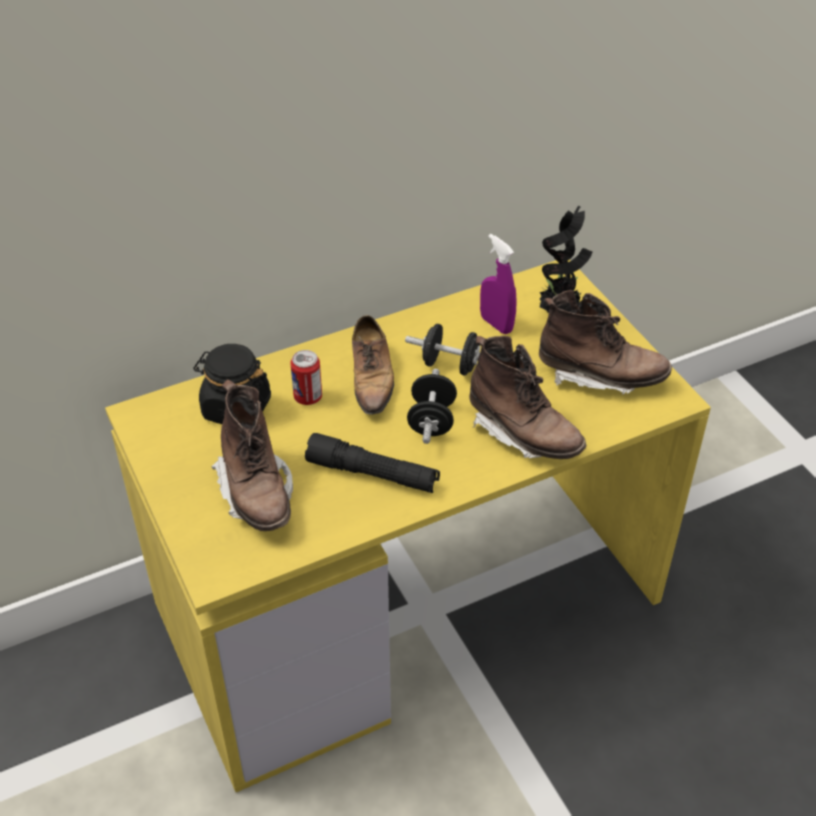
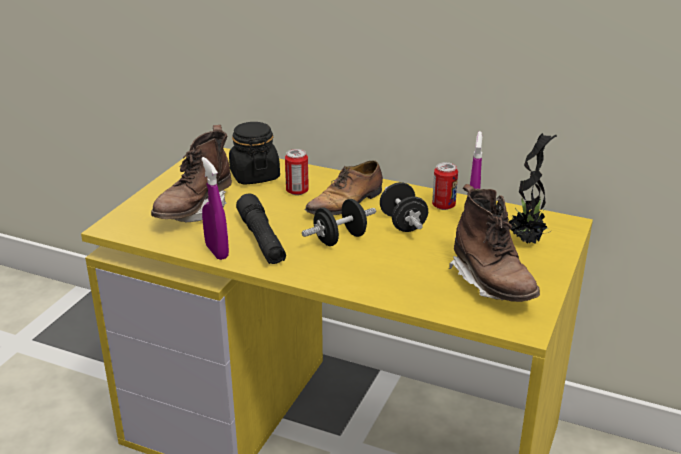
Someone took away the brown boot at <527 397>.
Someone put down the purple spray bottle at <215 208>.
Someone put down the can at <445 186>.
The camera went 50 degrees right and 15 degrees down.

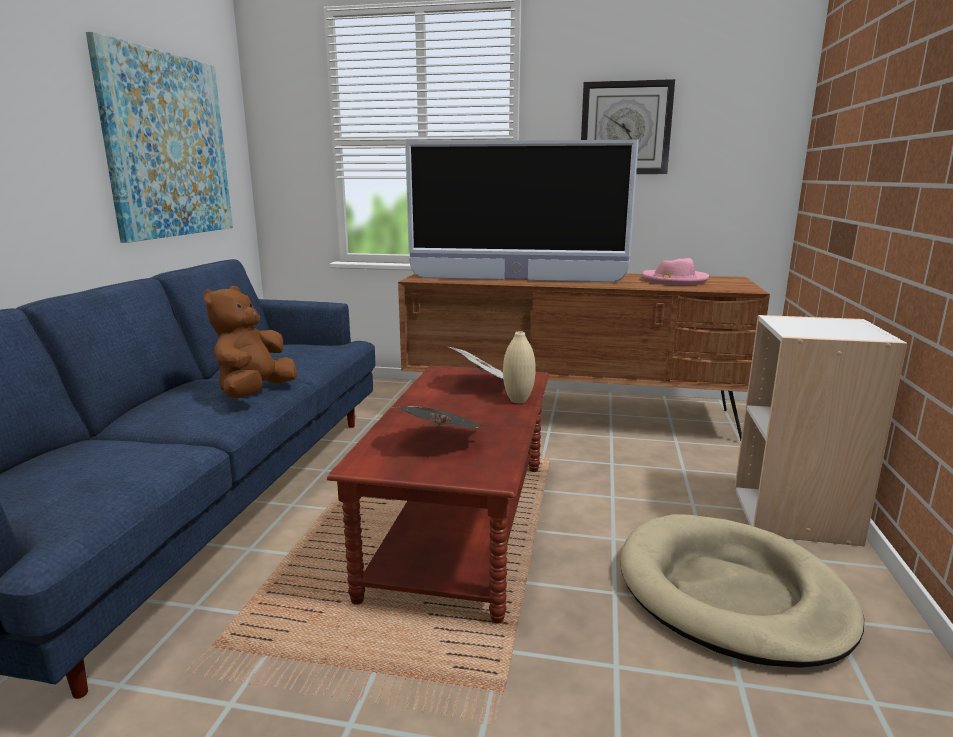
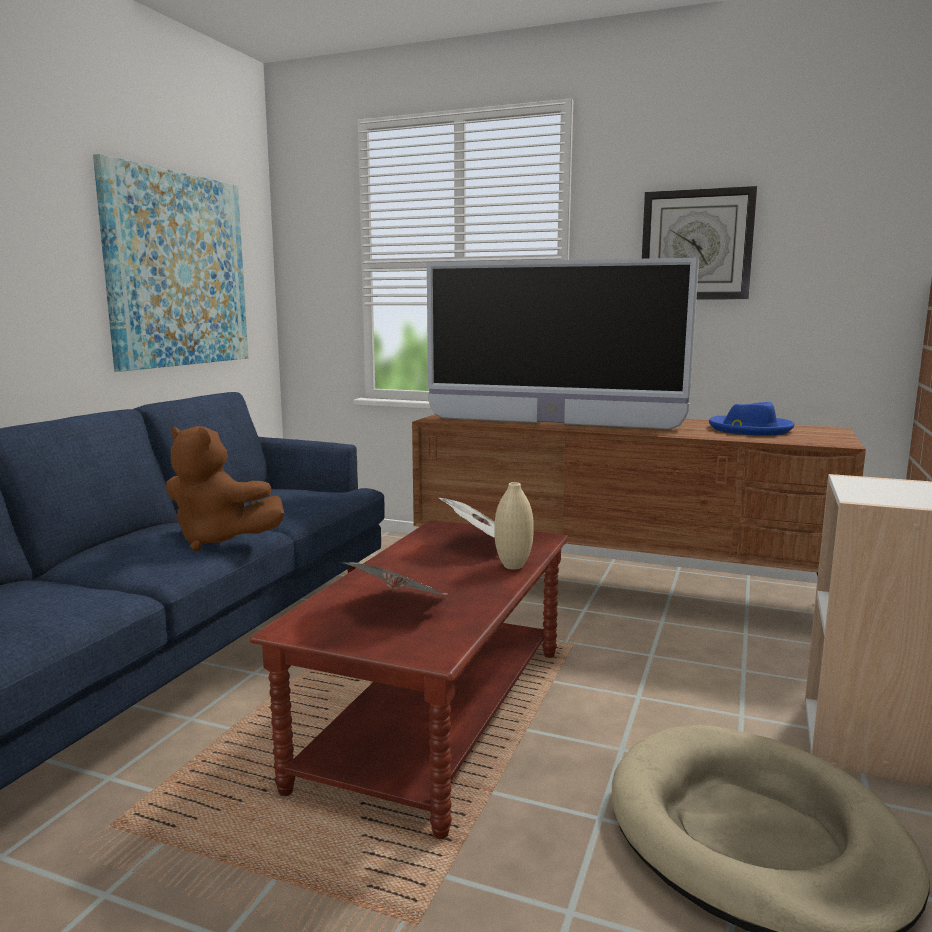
Someone repainted the pink hat at <675 271>, which became the blue hat at <751 419>.
Someone rotated the brown plush toy at <250 342> by 90 degrees counterclockwise.
The camera went 10 degrees right and 5 degrees down.

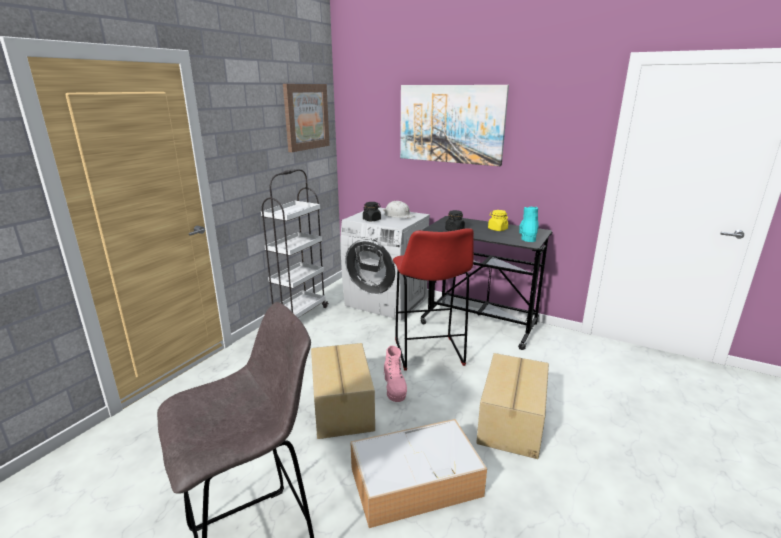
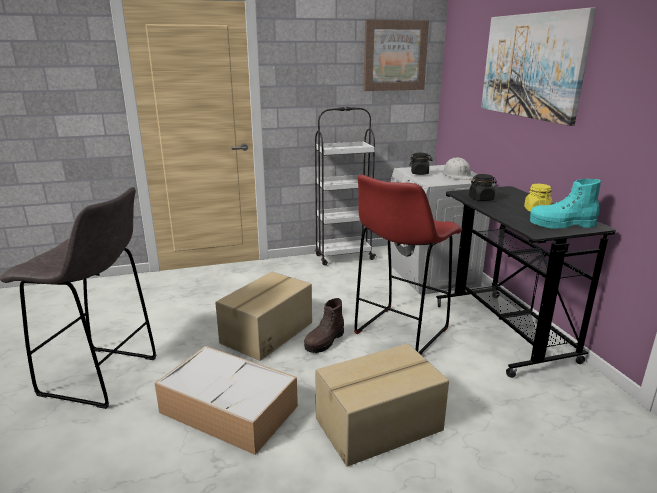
Someone rotated the turquoise boot at <529 224> by 150 degrees counterclockwise.
Someone repainted the pink boot at <395 374>, which became the brown boot at <324 325>.
The camera went 45 degrees right and 0 degrees up.

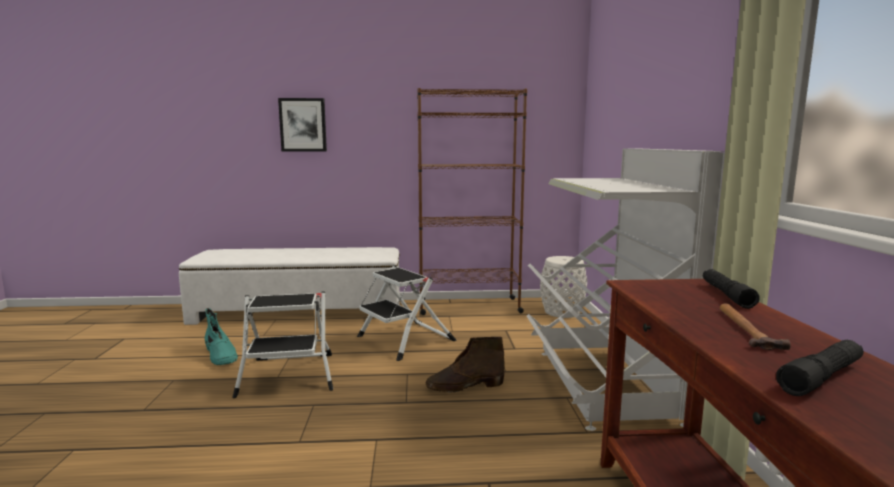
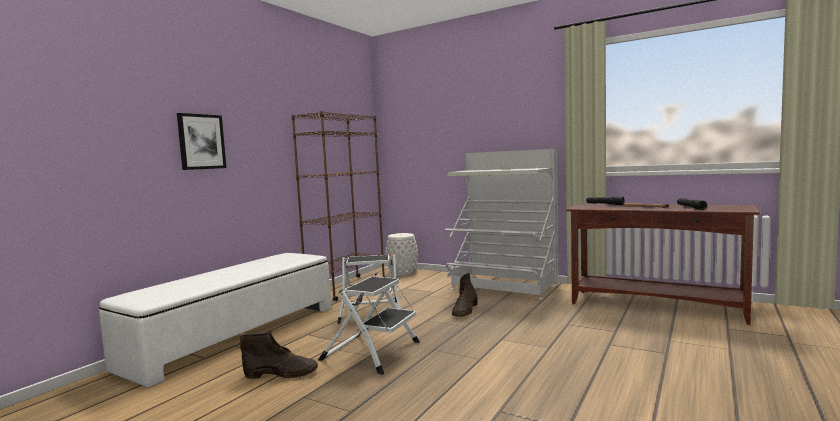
Someone repainted the turquoise boot at <221 336>, which became the brown boot at <279 355>.
The camera went 55 degrees left and 5 degrees down.

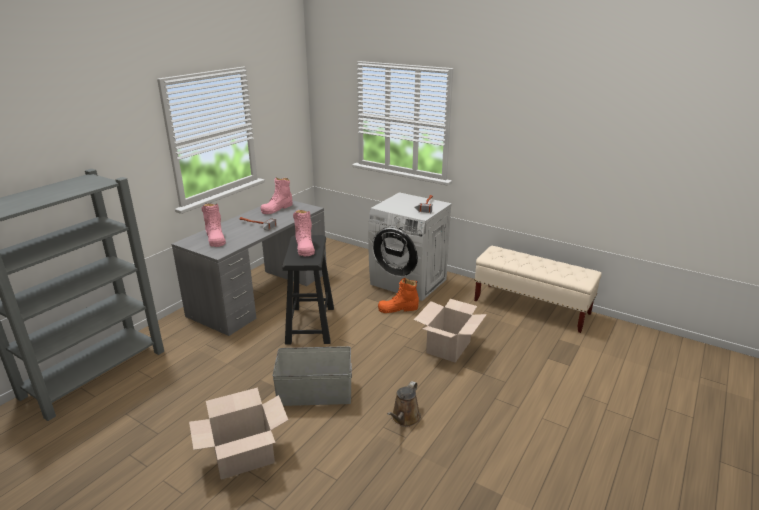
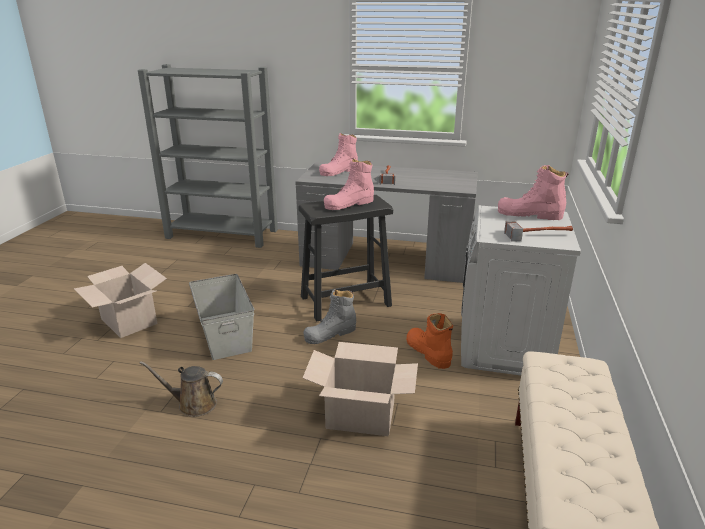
Someone carried the pink boot from <276 196> to <533 192>.
Someone put down the grey boot at <329 316>.
The camera went 70 degrees right and 0 degrees up.

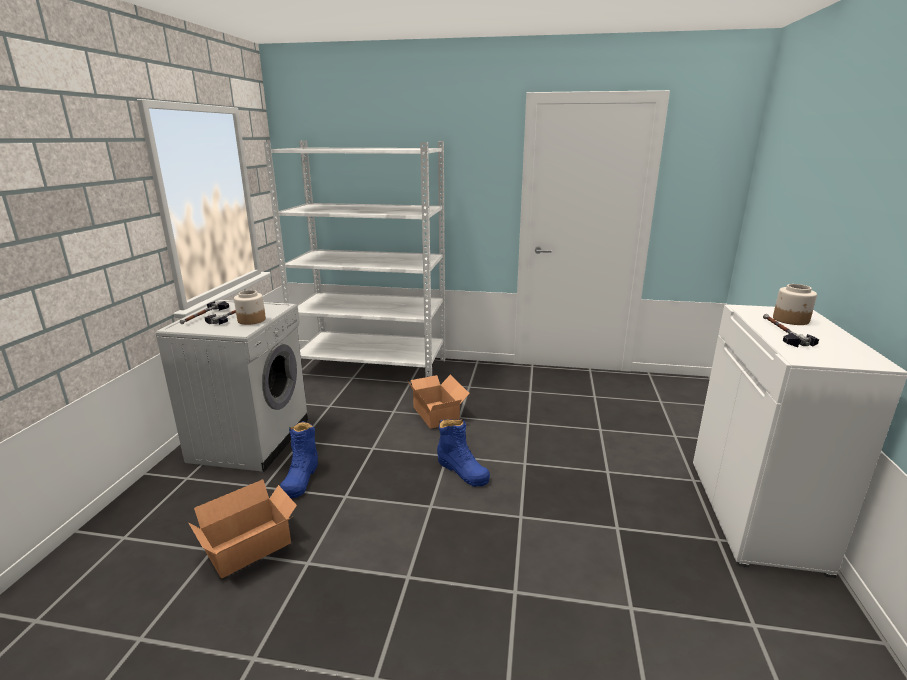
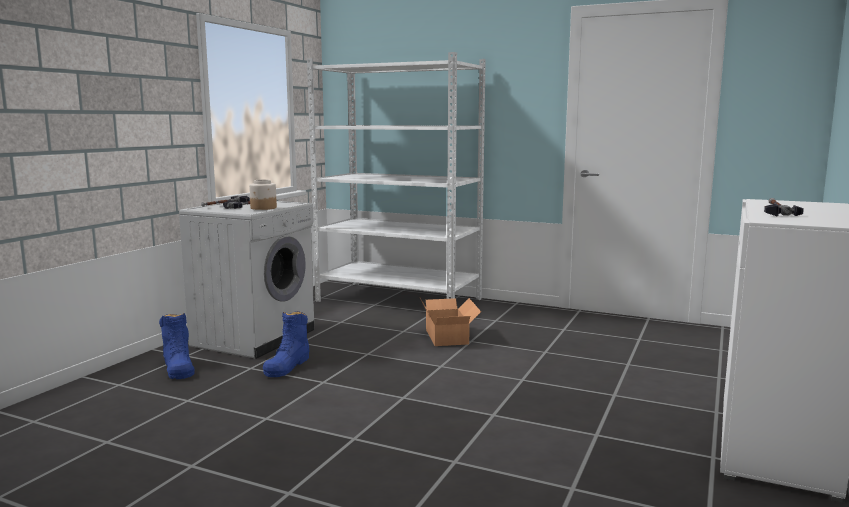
Someone took away the jar at <795 304>.
Someone carried the blue boot from <463 453> to <177 346>.
Someone took away the cardboard box at <243 528>.
The camera went 15 degrees right and 10 degrees down.

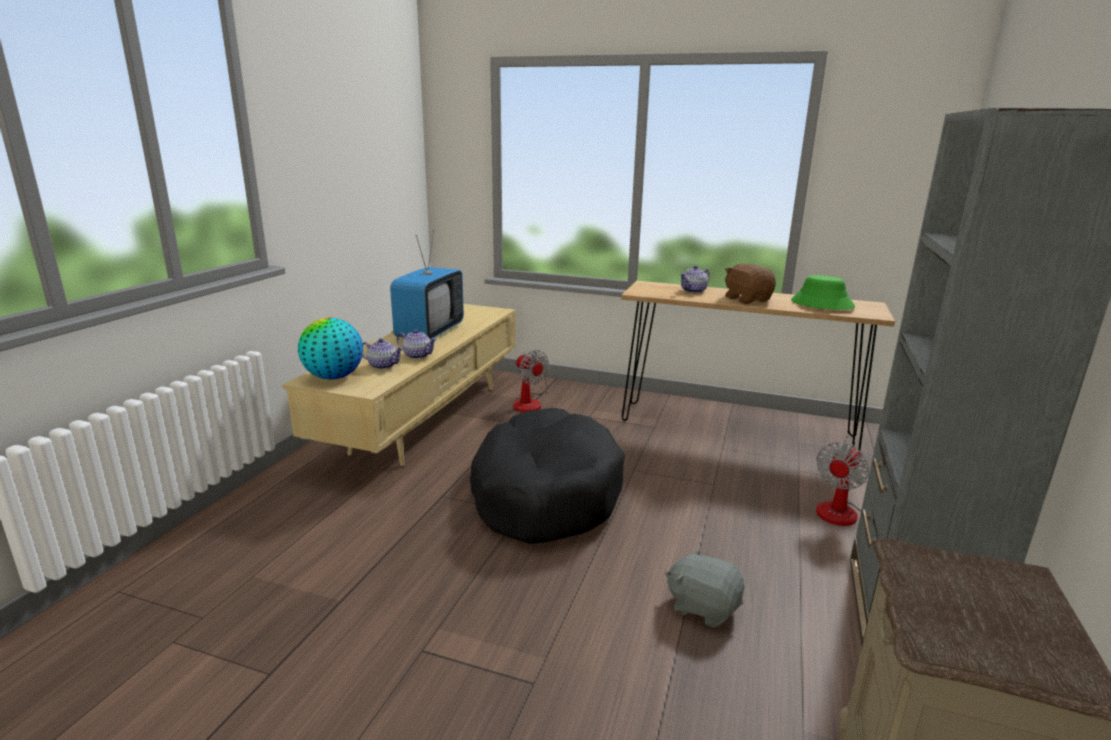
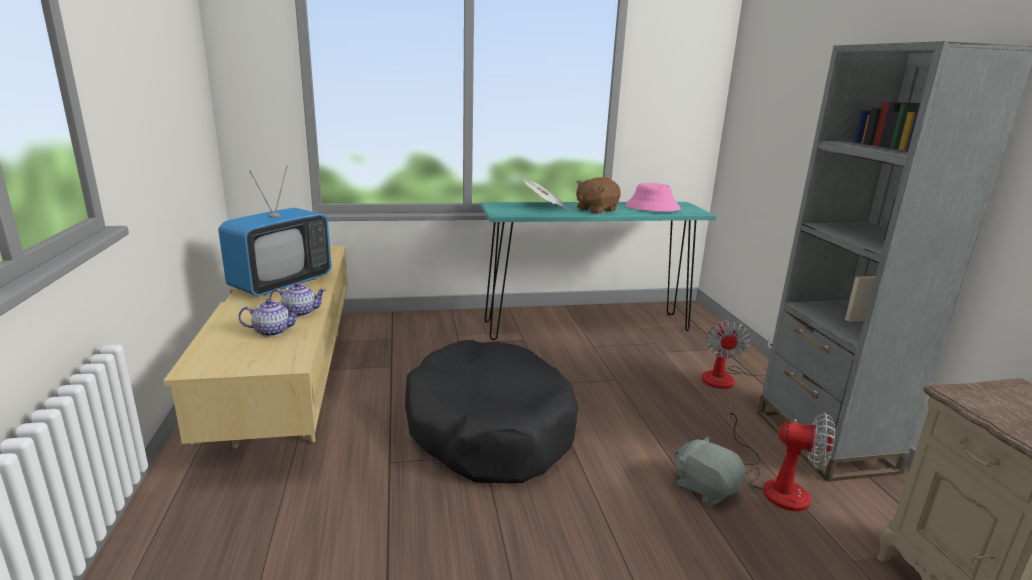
Someone rotated the television at <427 285> by 45 degrees clockwise.
Someone rotated the brown plush toy at <750 283> by 75 degrees counterclockwise.
Someone swapped the teapot at <695 279> for the newspaper at <544 193>.
Someone repainted the green hat at <823 292>, which became the pink hat at <653 197>.
Someone repainted the brown console table at <758 365>, which became the turquoise console table at <598 271>.
Someone took away the globe at <330 349>.
Someone carried the fan from <531 381> to <781 458>.
Someone rotated the grey plush toy at <705 587> by 45 degrees clockwise.
The camera went 30 degrees left and 0 degrees up.

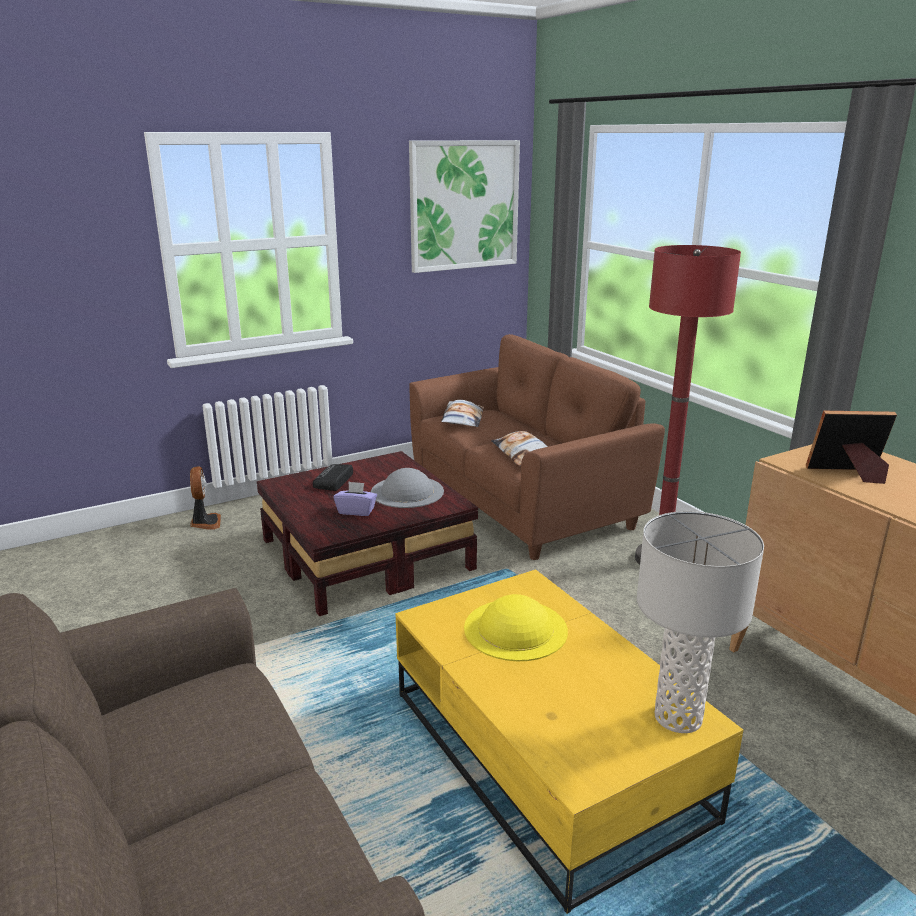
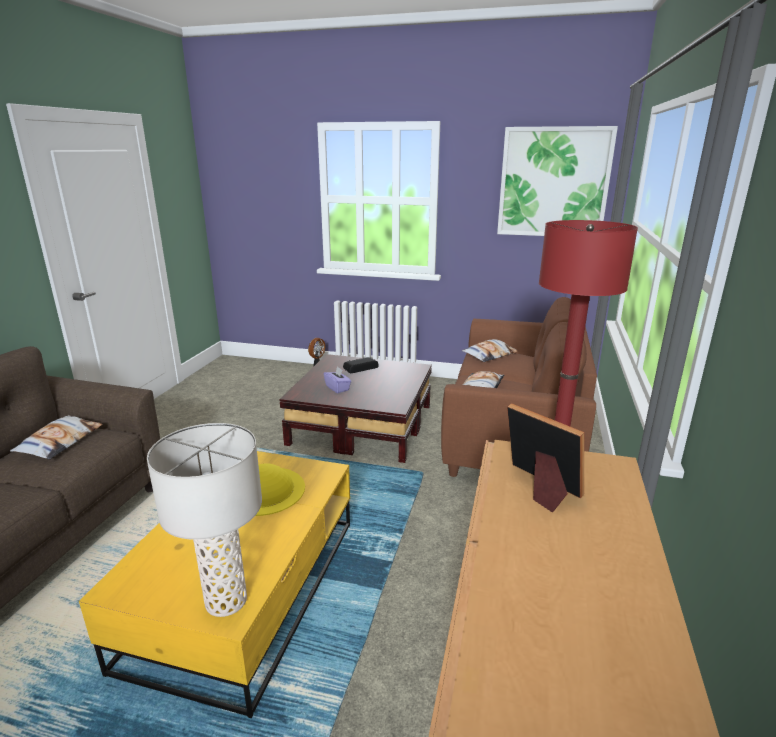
Someone took away the grey hat at <407 488>.
Someone put down the pillow at <56 437>.
The camera went 45 degrees right and 0 degrees up.

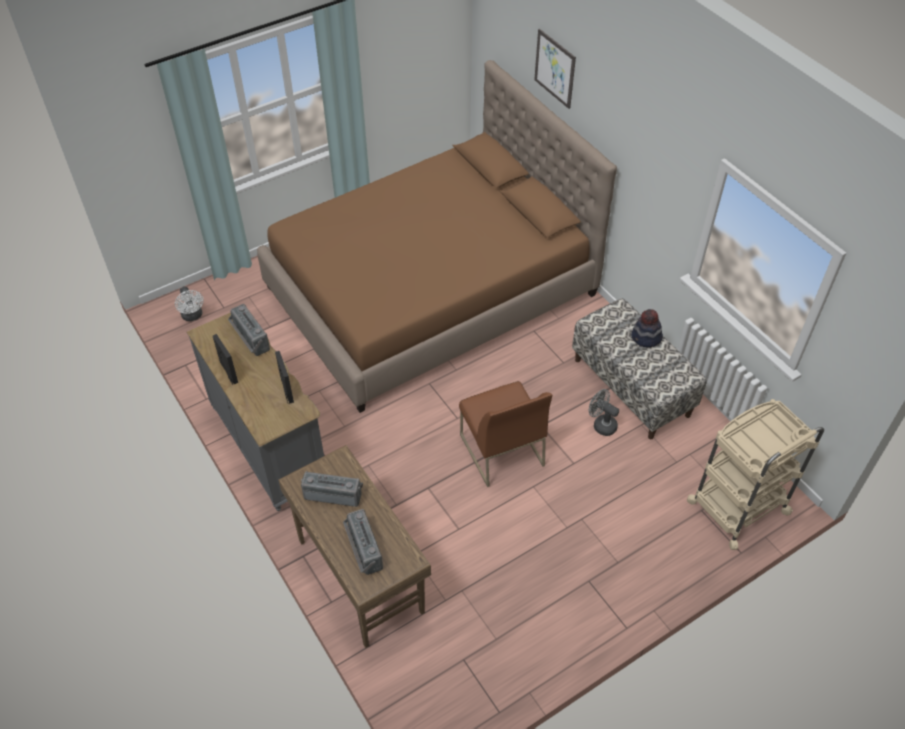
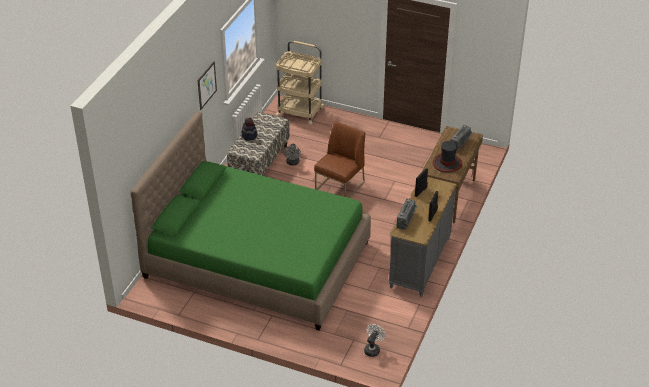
Someone carried the picture from <555 69> to <207 85>.
Someone repainted the brown bed at <437 236>, which became the green bed at <250 221>.
Someone swapped the radio at <332 489> for the hat at <448 156>.
The camera went 125 degrees left and 10 degrees down.

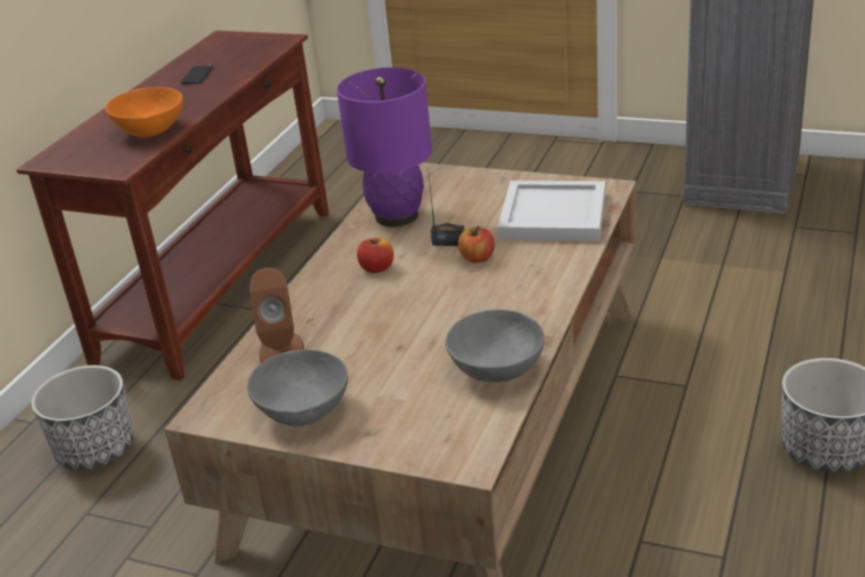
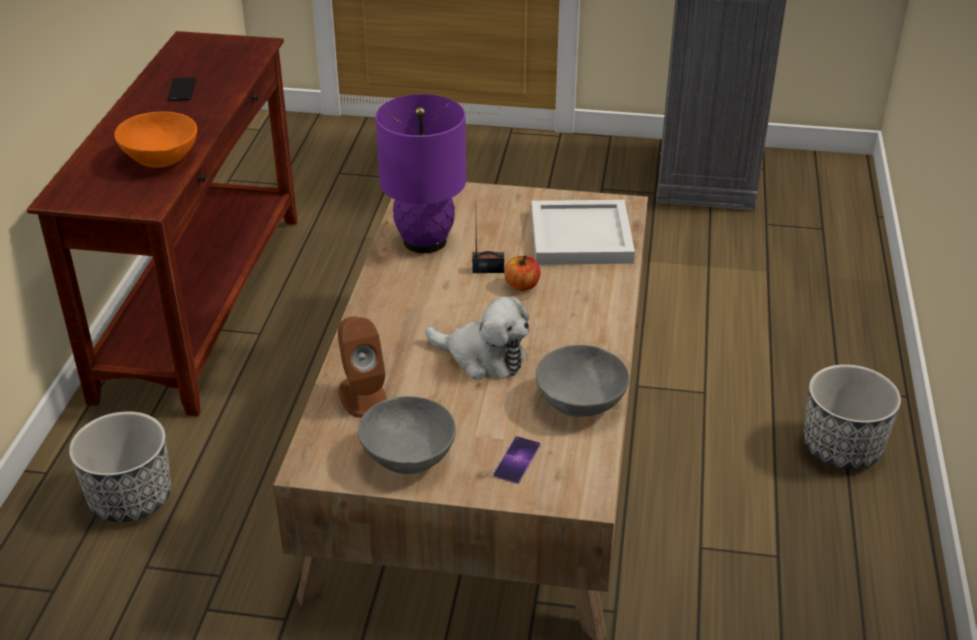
Someone took away the apple at <375 255>.
Someone put down the plush toy at <477 338>.
Someone put down the phone at <516 460>.
The camera went 15 degrees left and 5 degrees up.

